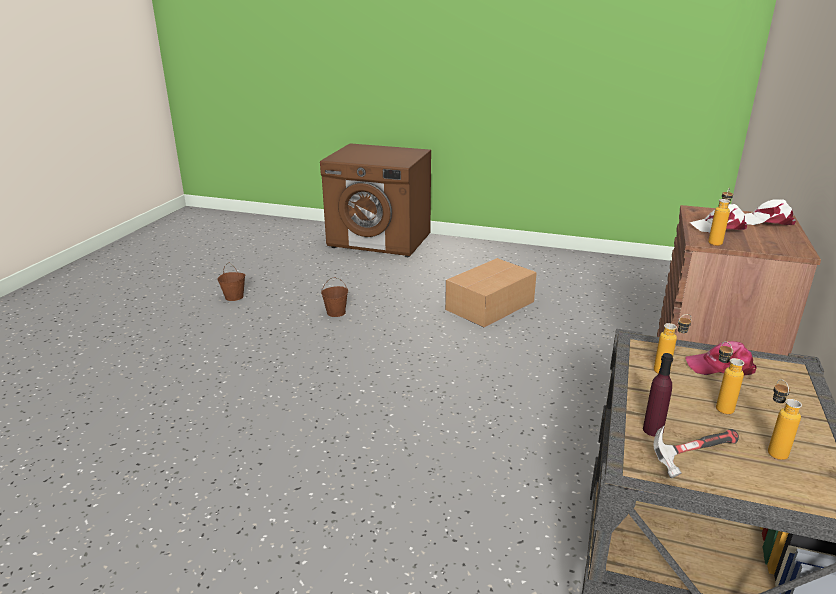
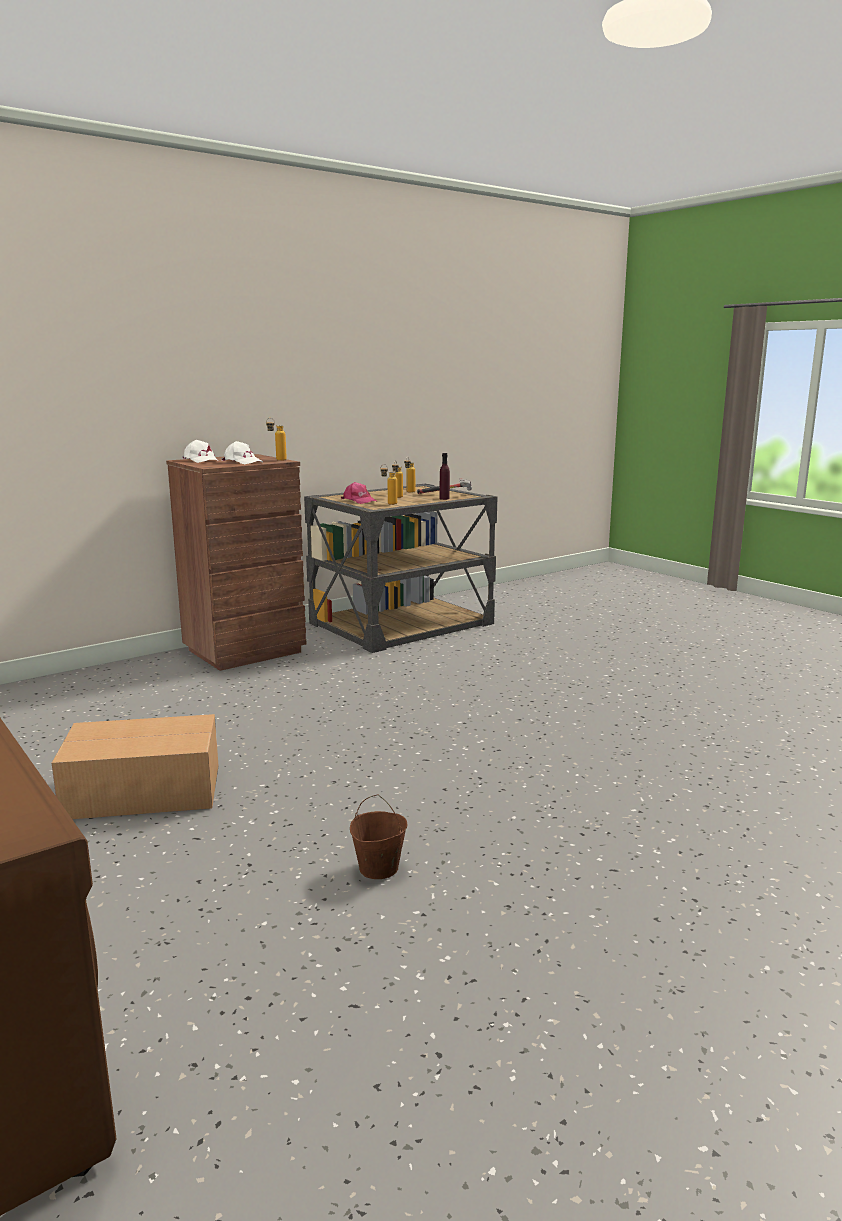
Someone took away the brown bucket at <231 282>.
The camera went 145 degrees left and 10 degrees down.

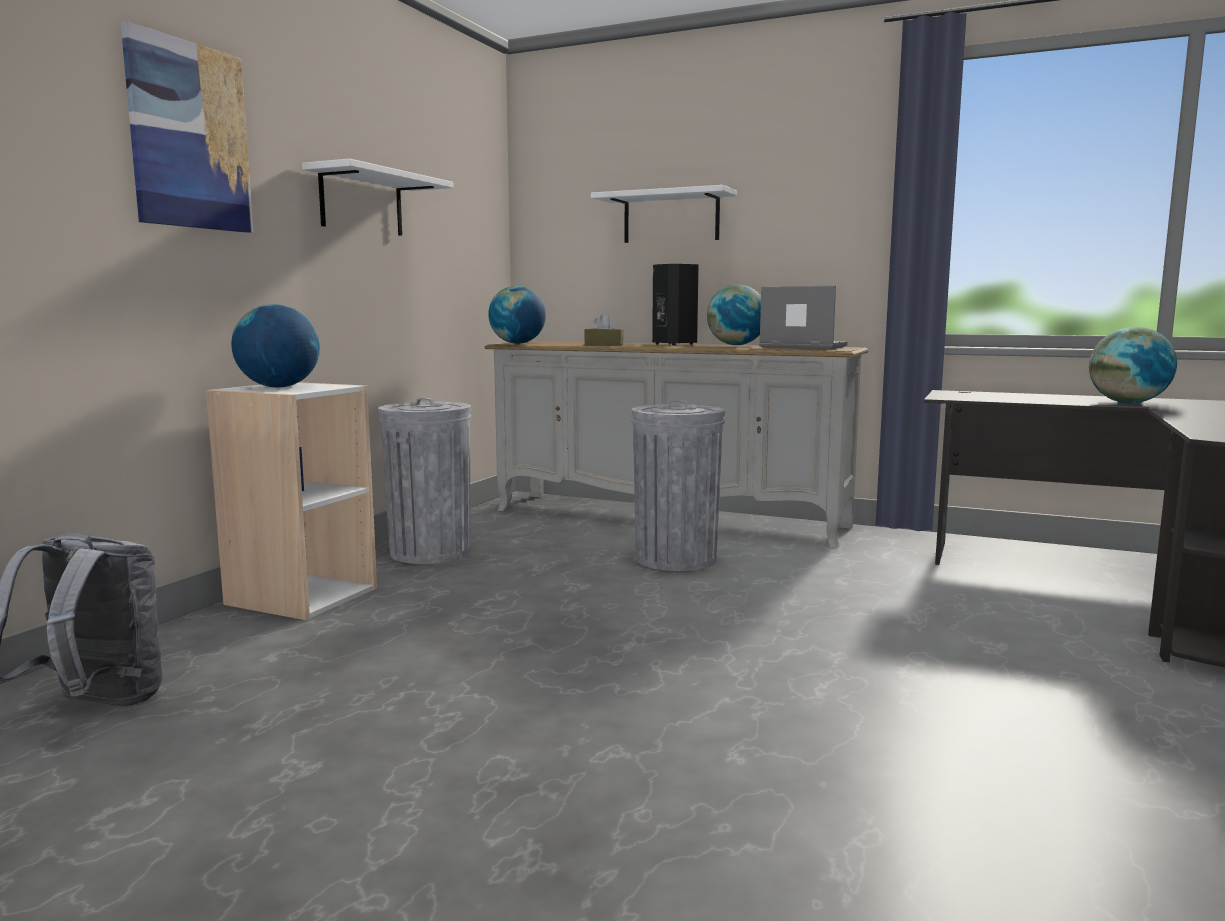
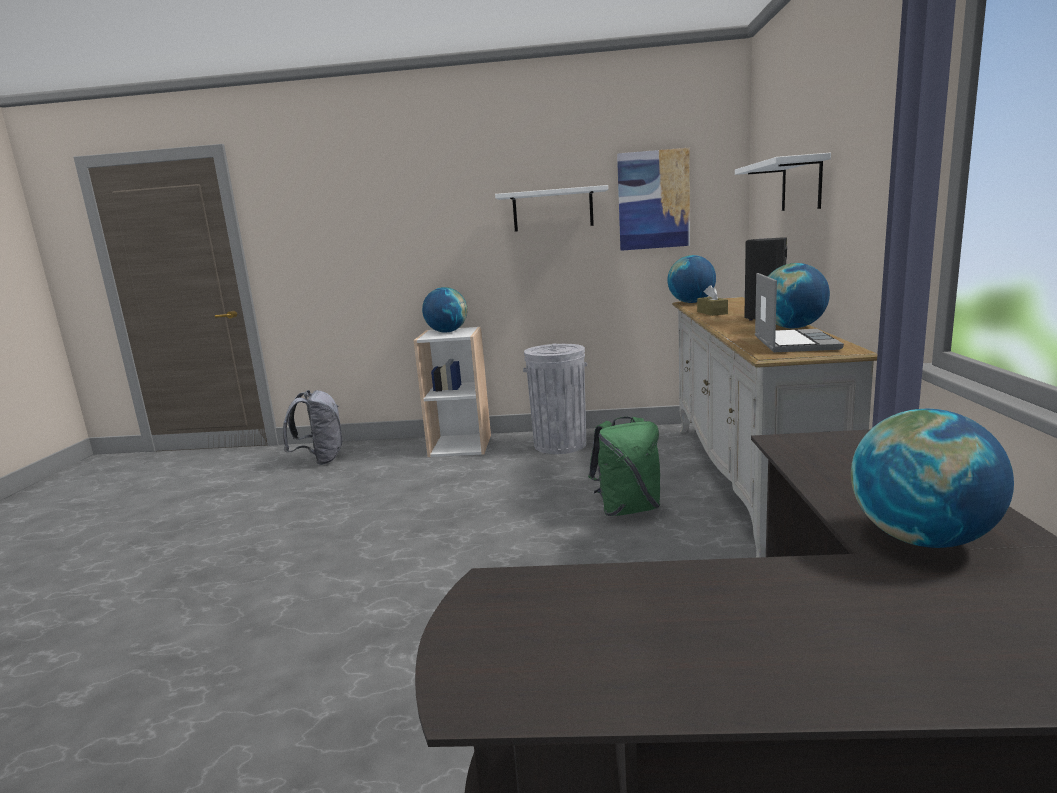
Someone carried the picture from <186 127> to <653 199>.
Someone swapped the grey trash can at <678 485> for the green backpack at <624 466>.
The camera went 70 degrees right and 5 degrees up.

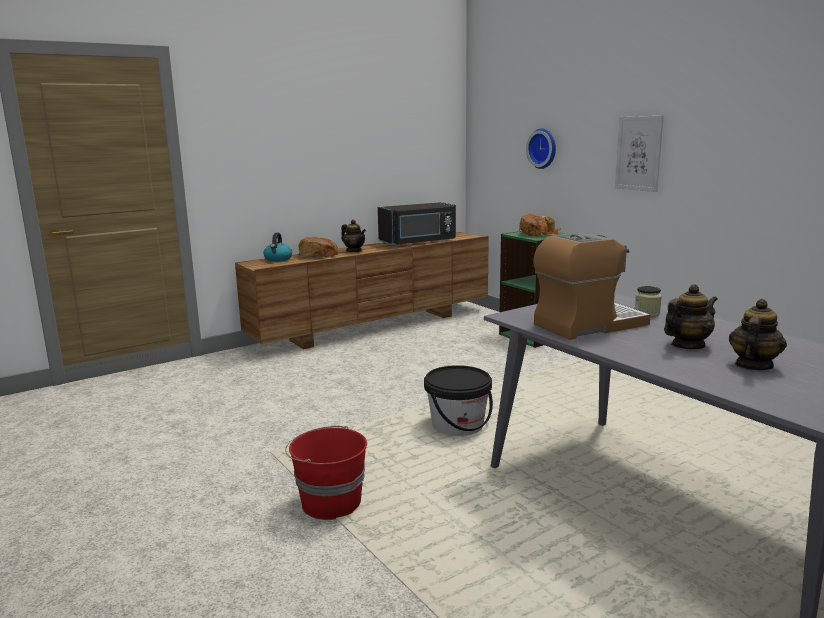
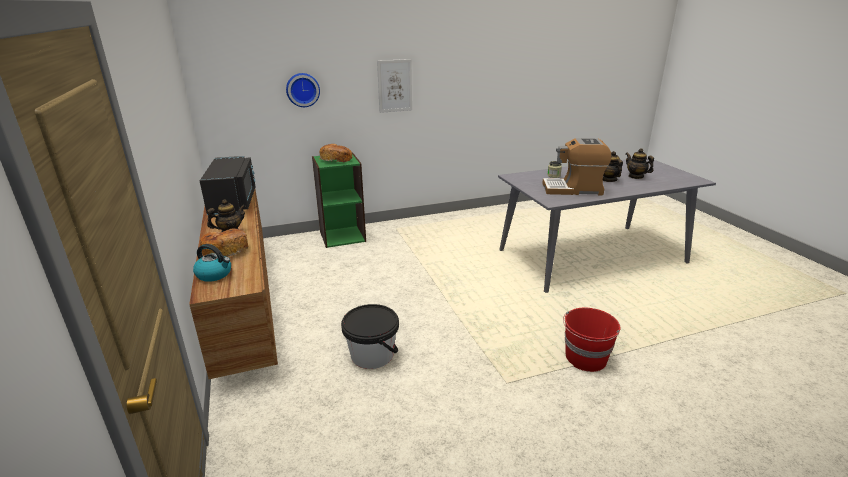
Someone rotated the coffee machine at <592 286> by 75 degrees counterclockwise.
Someone carried the black bucket from <458 400> to <370 336>.
The camera went 75 degrees left and 10 degrees up.

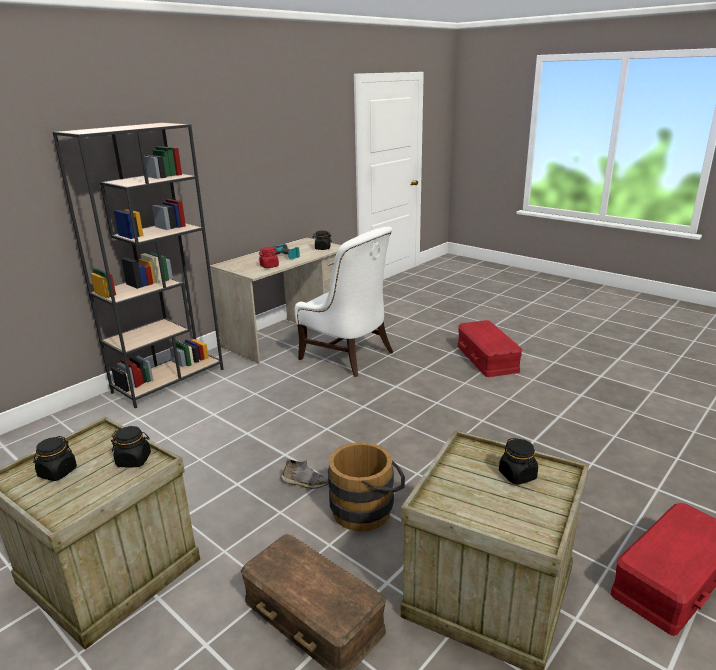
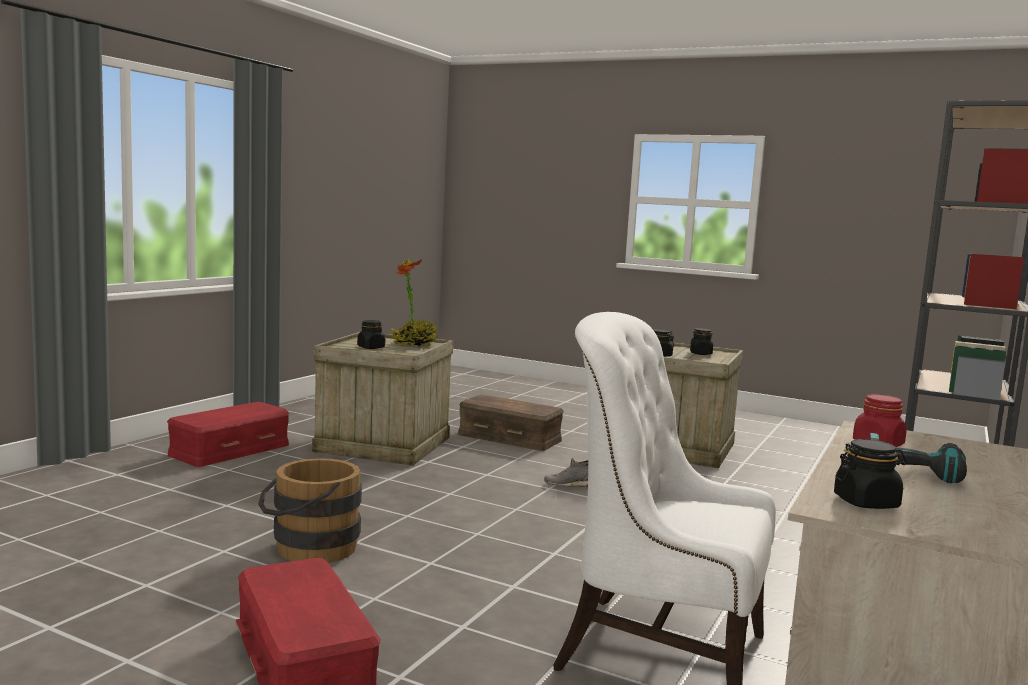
Someone carried the brown bucket from <366 486> to <310 510>.
Someone put down the potted plant at <414 302>.
The camera went 165 degrees right and 15 degrees down.

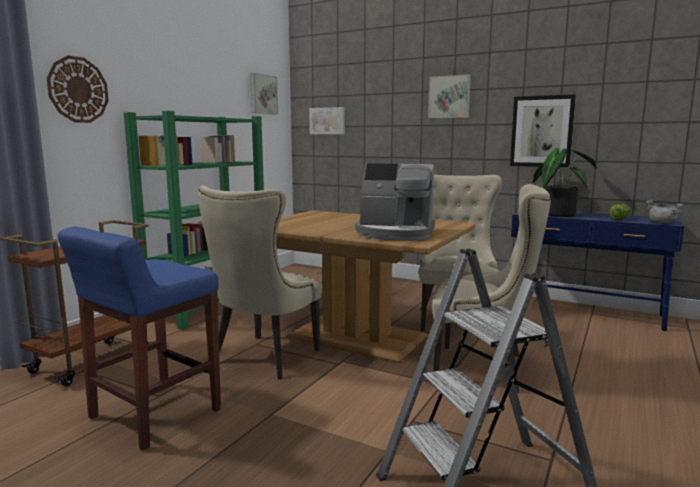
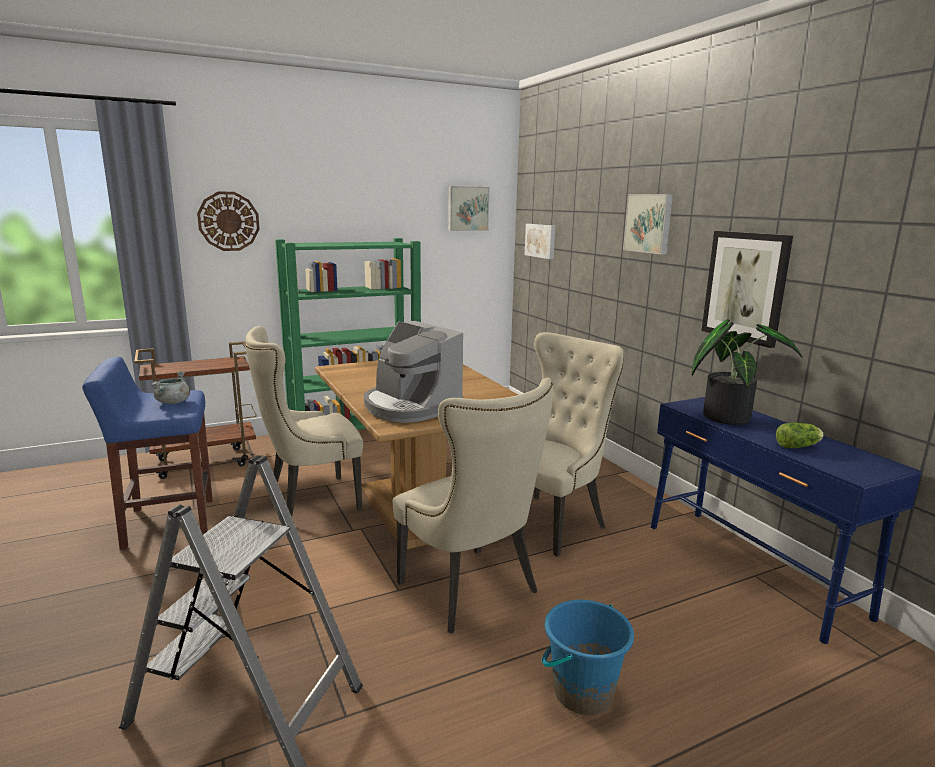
Someone carried the grey cooking pot from <665 211> to <170 387>.
Someone put down the blue bucket at <587 657>.
The camera went 35 degrees right and 5 degrees up.

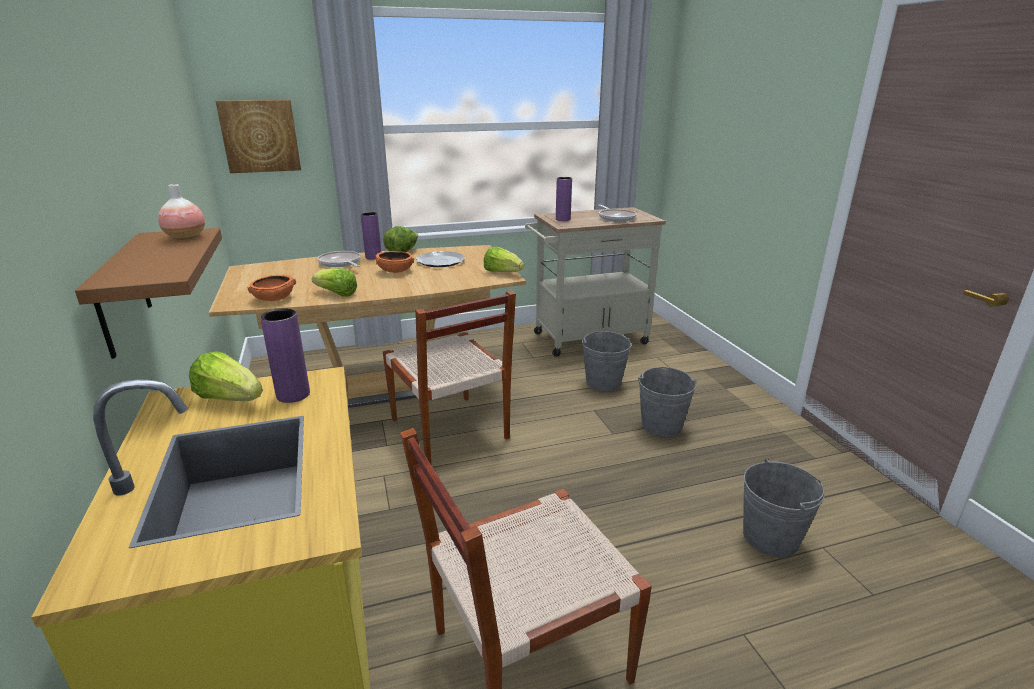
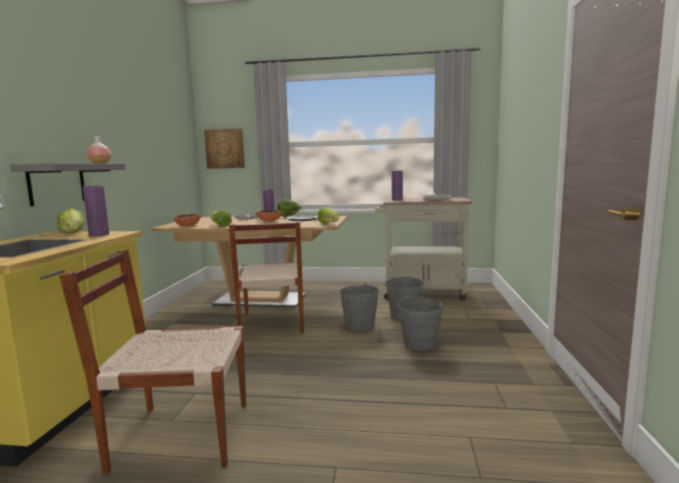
Someone repainted the brown shelf at <148 293>, which became the grey shelf at <68 185>.
Someone carried the grey bucket from <783 508> to <359 307>.
The camera went 25 degrees right and 15 degrees down.

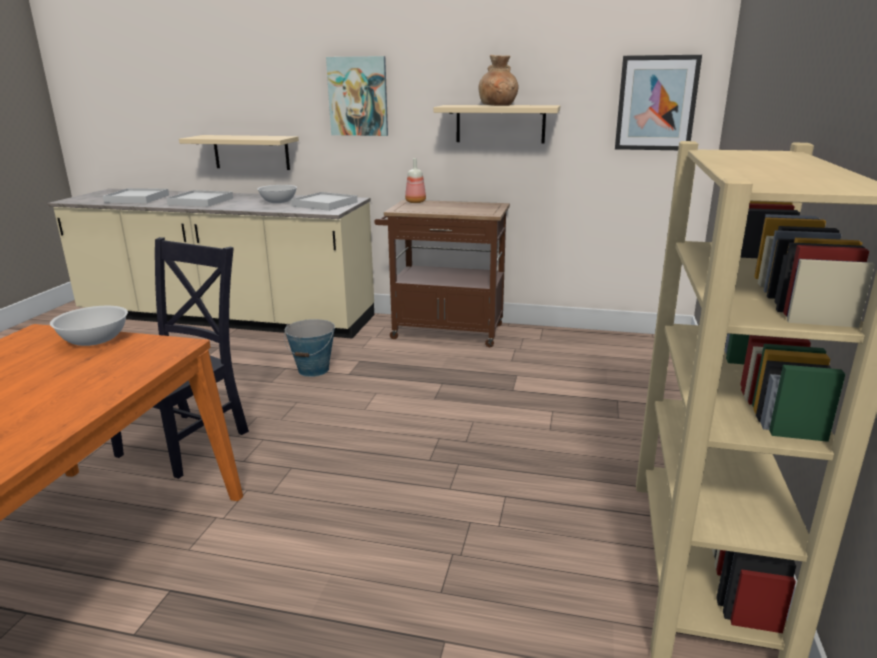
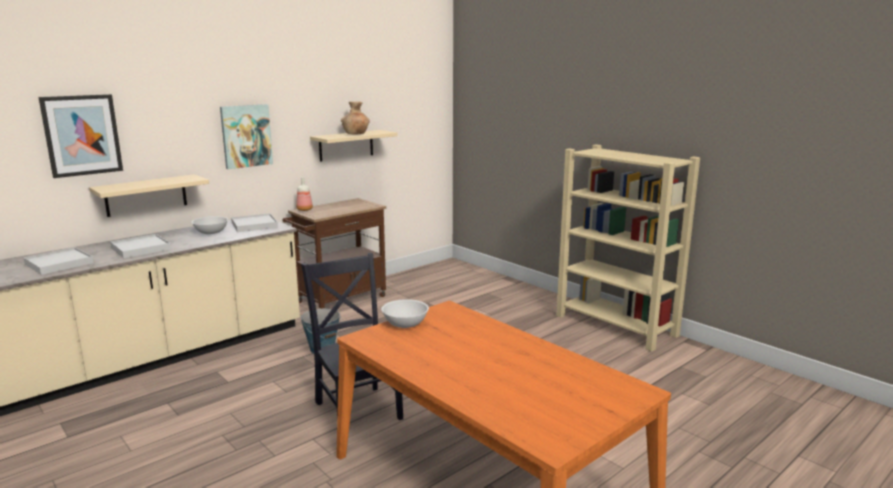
Someone carried the picture from <658 102> to <80 136>.
The camera went 55 degrees left and 5 degrees down.

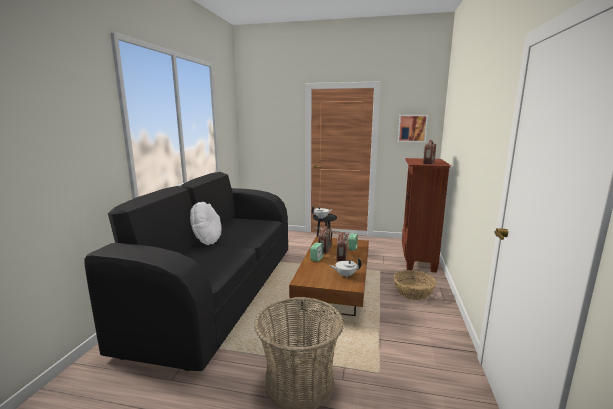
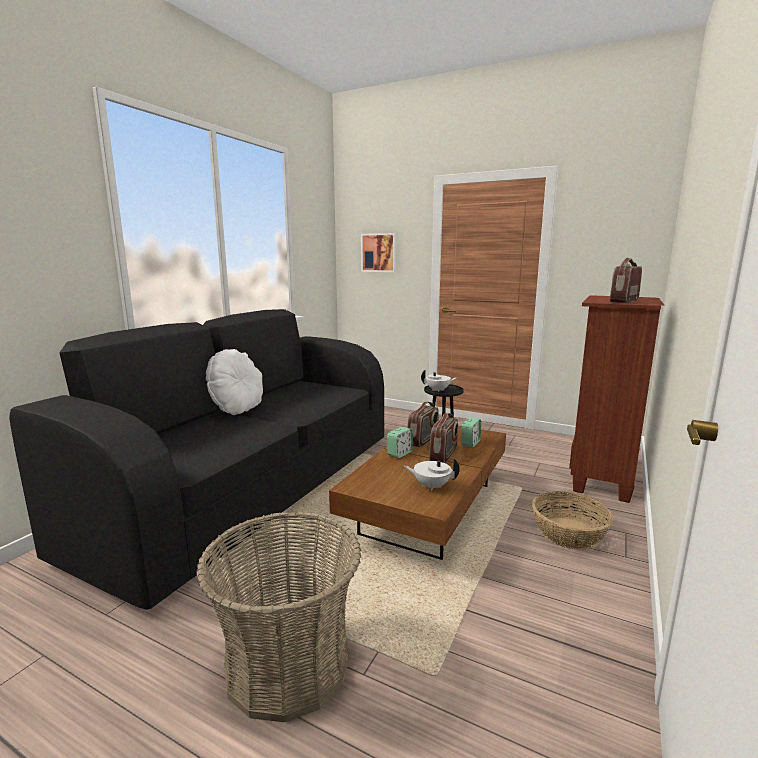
Someone carried the picture from <413 128> to <379 252>.
The camera went 15 degrees right and 0 degrees up.

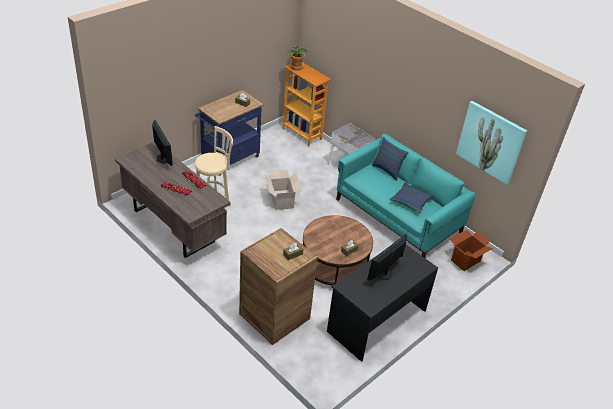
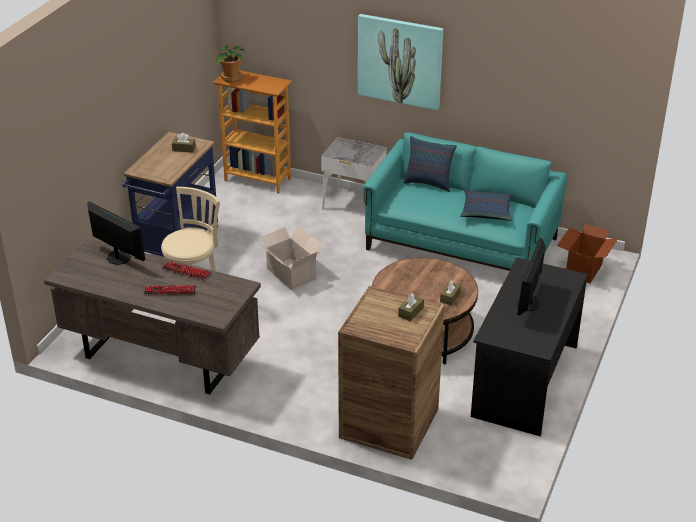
Someone carried the picture from <491 143> to <400 62>.
The camera went 20 degrees left and 5 degrees down.

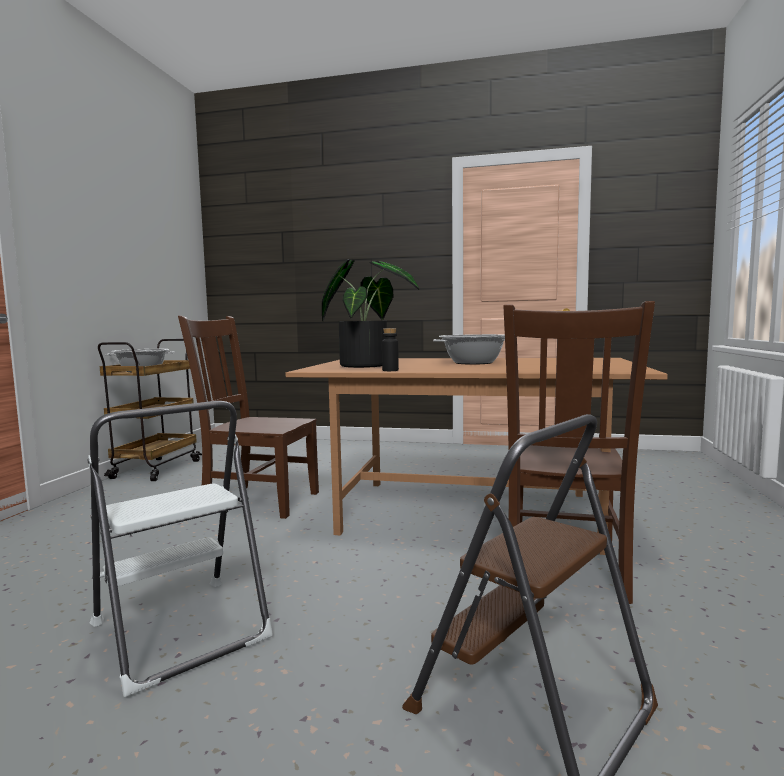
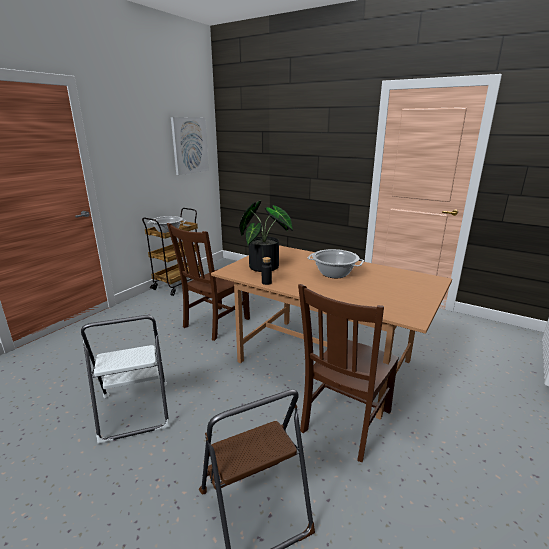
Someone rotated the brown chair at <248 417> by 90 degrees counterclockwise.
Someone put up the picture at <190 146>.
The camera went 20 degrees right and 15 degrees up.

